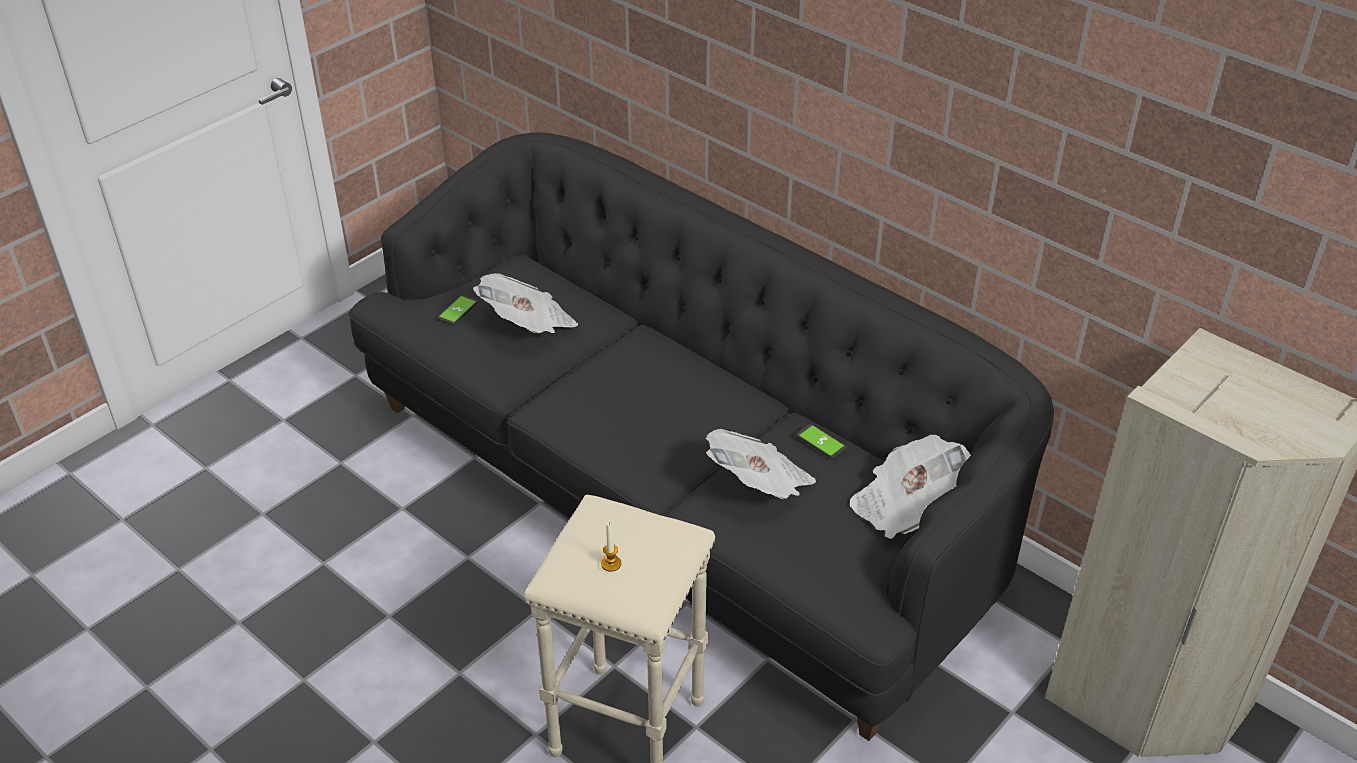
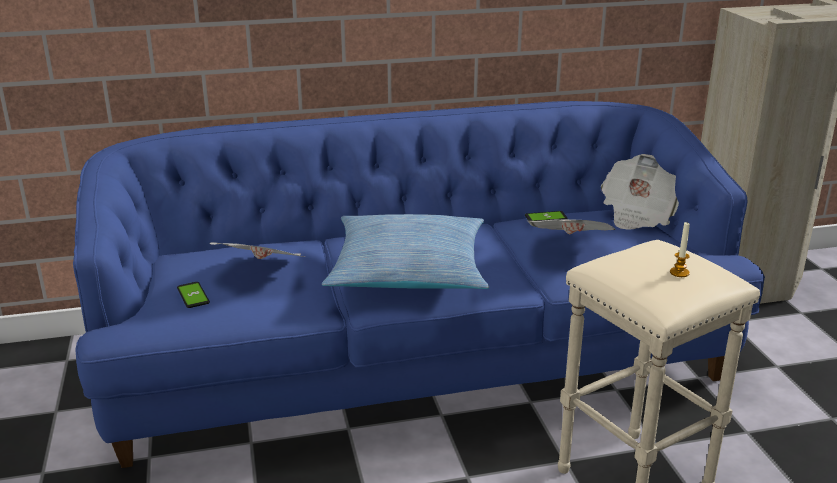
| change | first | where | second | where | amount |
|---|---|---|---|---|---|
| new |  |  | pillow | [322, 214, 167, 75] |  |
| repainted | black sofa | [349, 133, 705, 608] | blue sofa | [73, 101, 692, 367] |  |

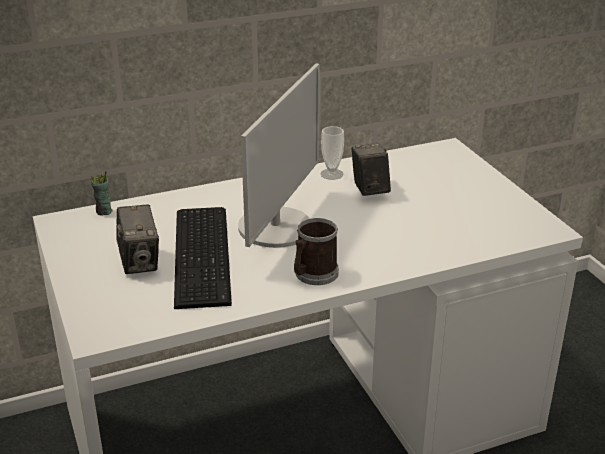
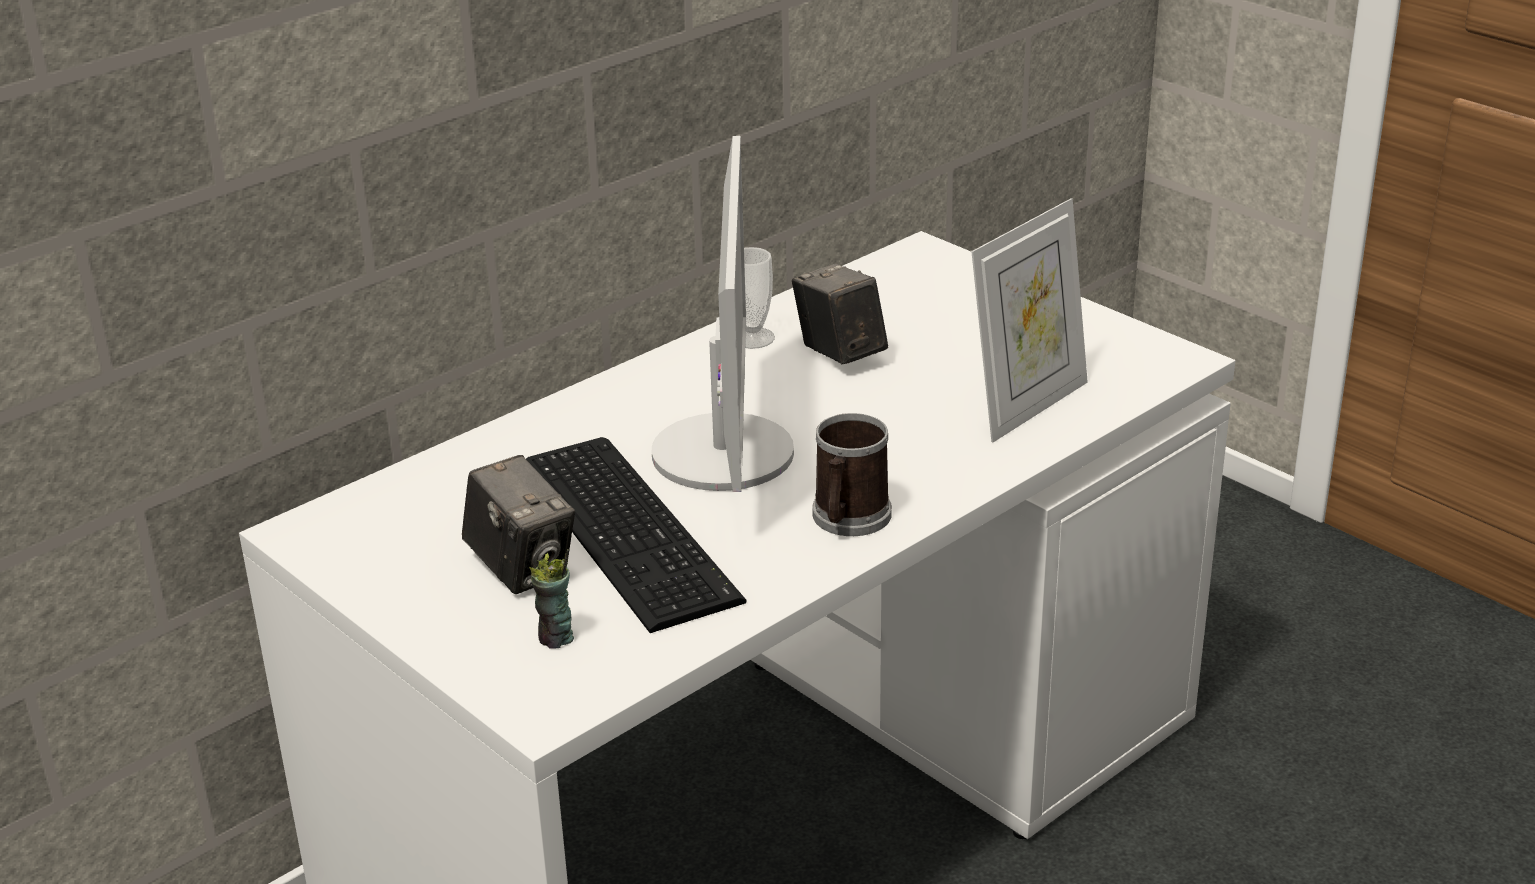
| change | first | where | second | where | amount |
|---|---|---|---|---|---|
| new |  |  | picture frame | [971, 198, 117, 244] |  |
| shifted | cup | [91, 171, 21, 45] |  | [529, 549, 45, 100] |  |

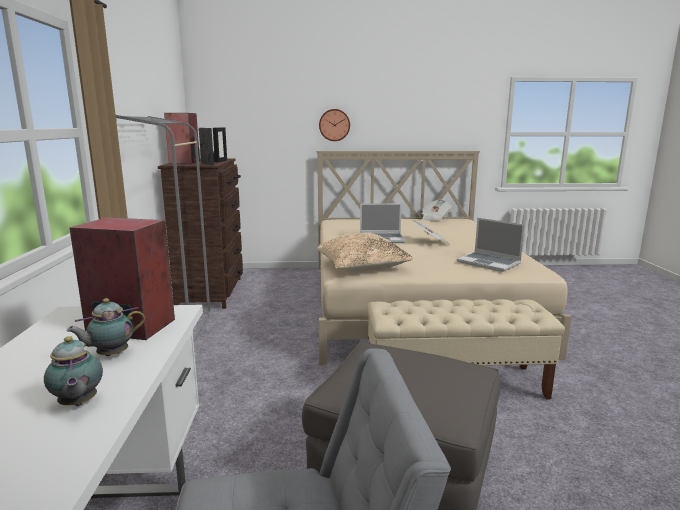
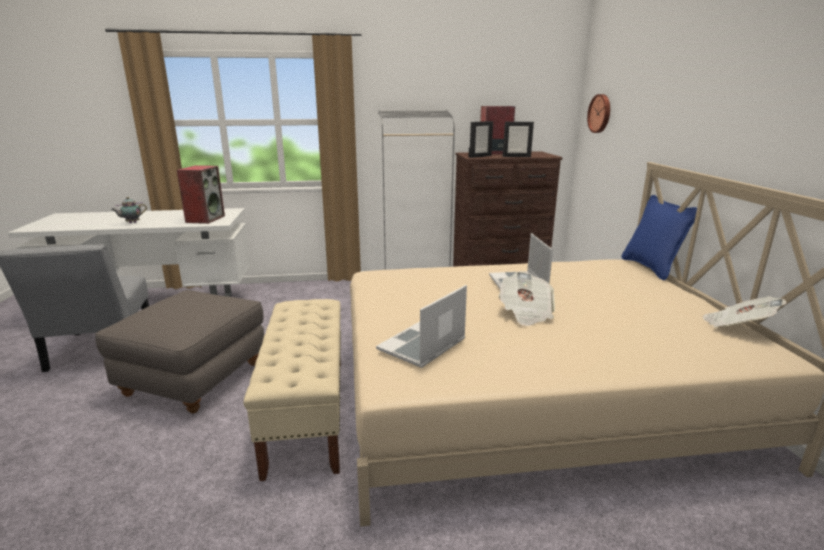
| change | first | where | second | where | amount |
|---|---|---|---|---|---|
| gone | teapot | [66, 298, 79, 58] |  |  |  |
| gone | beige pillow | [317, 232, 96, 39] |  |  |  |
| new |  |  | blue pillow | [621, 195, 76, 85] |  |
| shifted | wall clock | [319, 109, 31, 32] |  | [587, 94, 23, 39] |  |

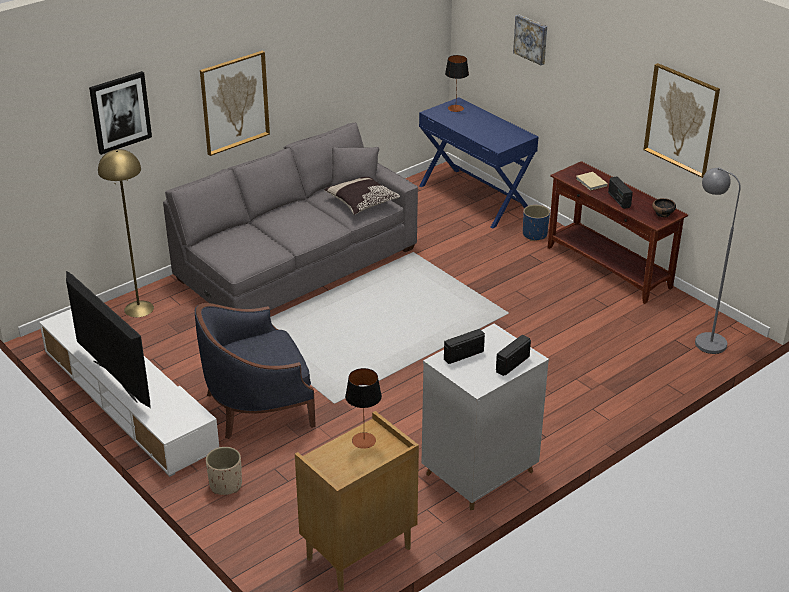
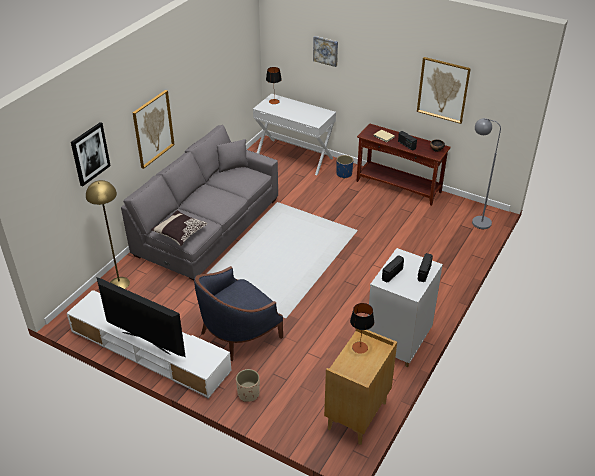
| change | first | where | second | where | amount |
|---|---|---|---|---|---|
| shifted | pillow | [324, 177, 76, 38] |  | [151, 210, 57, 36] |  |
| repainted | blue console table | [419, 97, 119, 132] | white console table | [253, 93, 83, 82] |  |

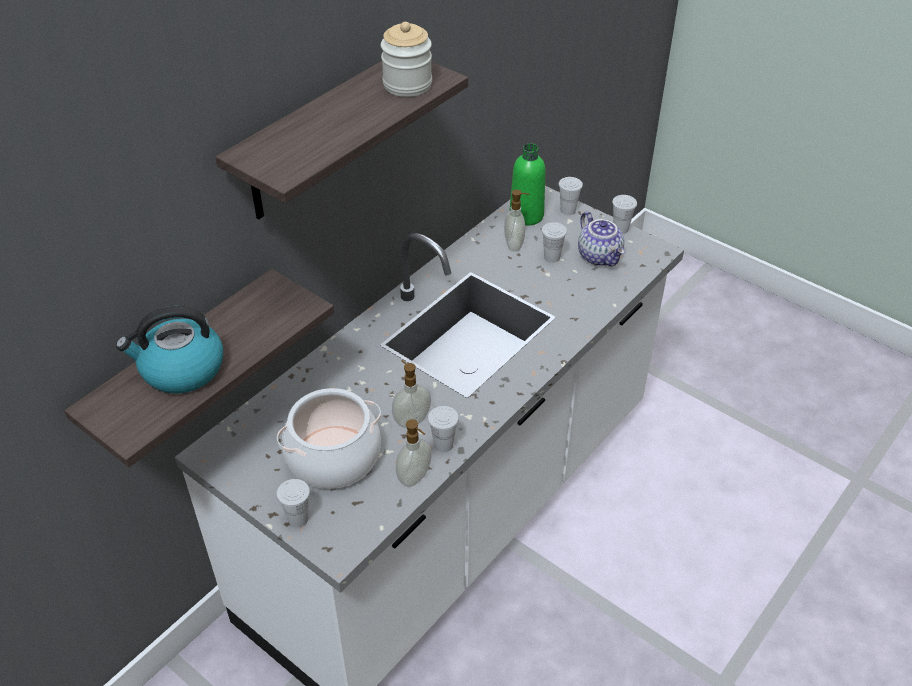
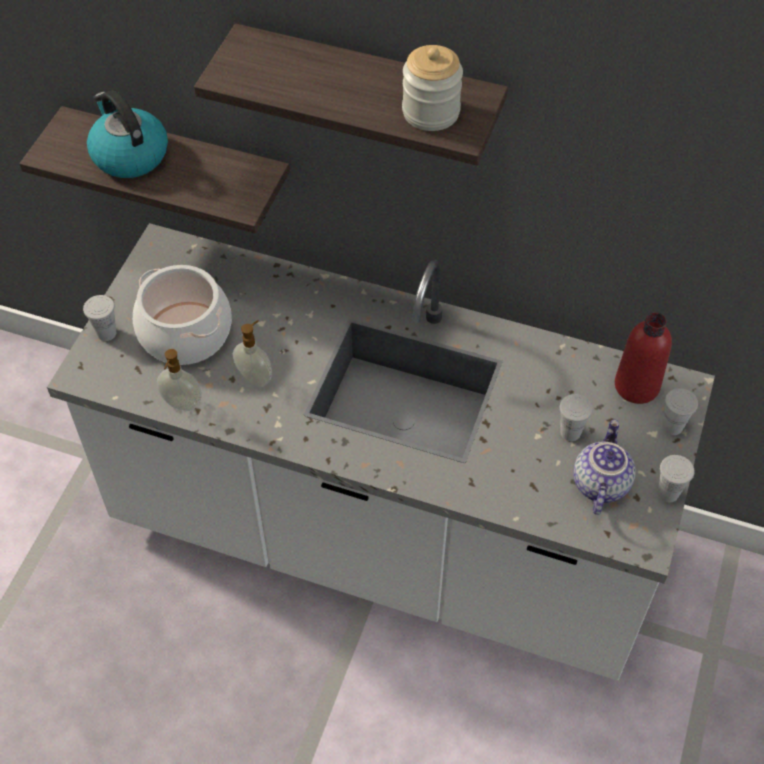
| change | first | where | second | where | amount |
|---|---|---|---|---|---|
| gone | white cup | [428, 406, 31, 46] |  |  |  |
| gone | soap dispenser | [504, 190, 25, 61] |  |  |  |
| repainted | green bottle | [509, 143, 37, 83] | red bottle | [615, 313, 57, 91] |  |
| rotated | teapot | [578, 211, 47, 55] |  | [573, 419, 63, 96] | 150 degrees clockwise |

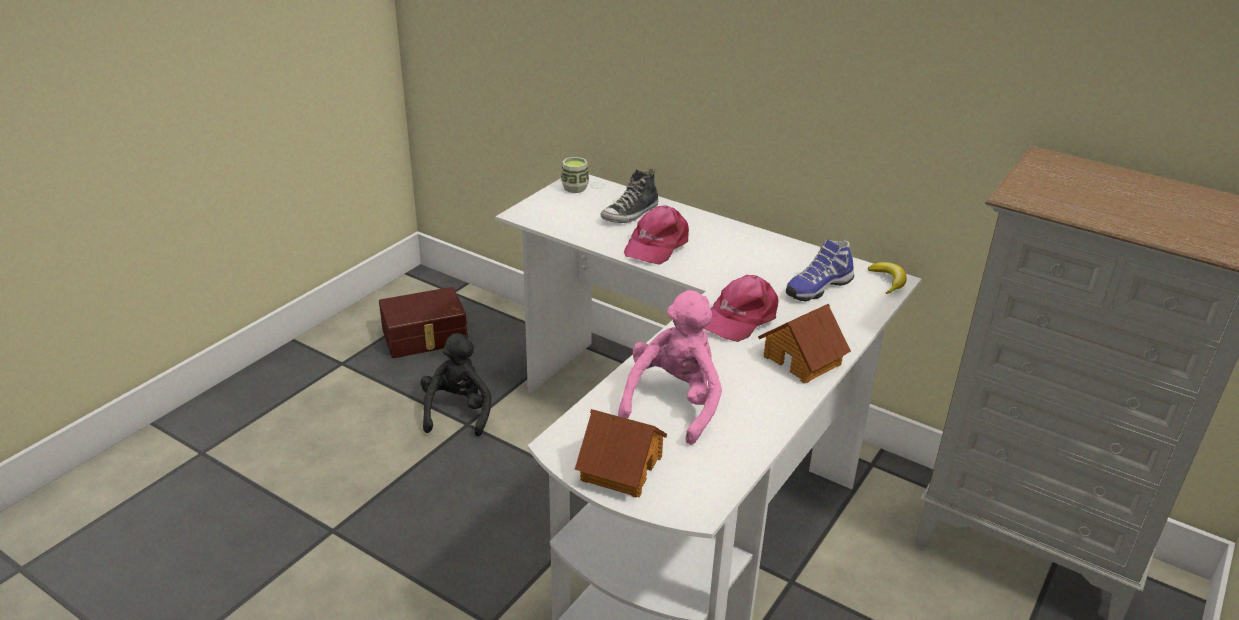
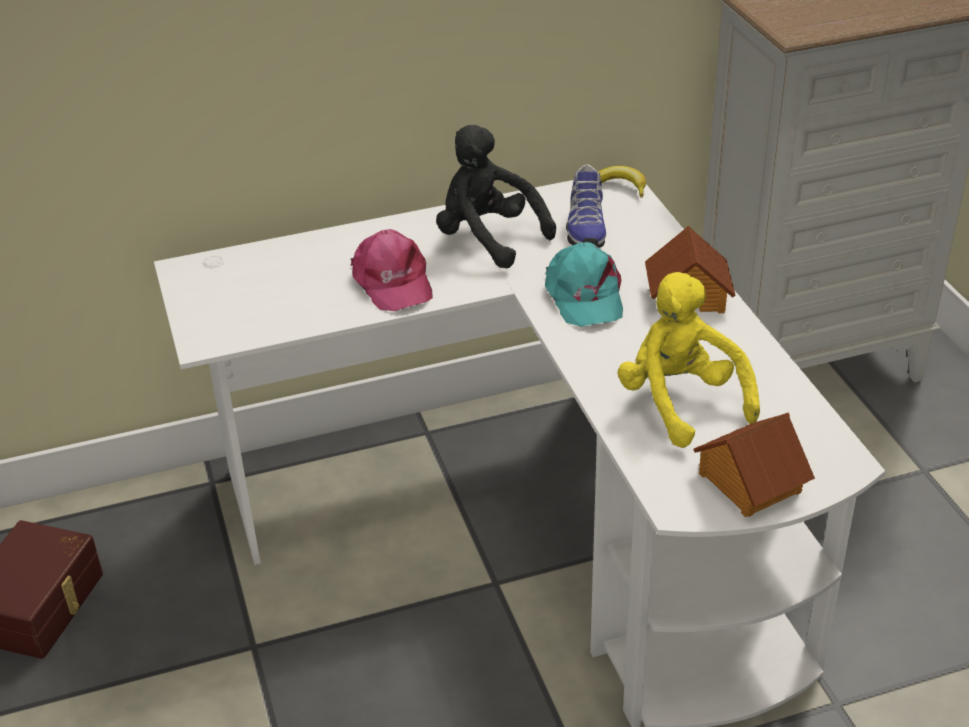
| change | first | where | second | where | amount |
|---|---|---|---|---|---|
| gone | cup | [561, 157, 28, 36] |  |  |  |
| gone | shoe | [600, 168, 59, 55] |  |  |  |
| shifted | black plush toy | [421, 333, 70, 103] |  | [436, 125, 120, 143] |  |
| repainted | pink plush toy | [618, 290, 104, 155] | yellow plush toy | [617, 272, 143, 176] |  |
| repainted | pink cap | [703, 275, 76, 67] | turquoise cap | [545, 242, 78, 84] |  |

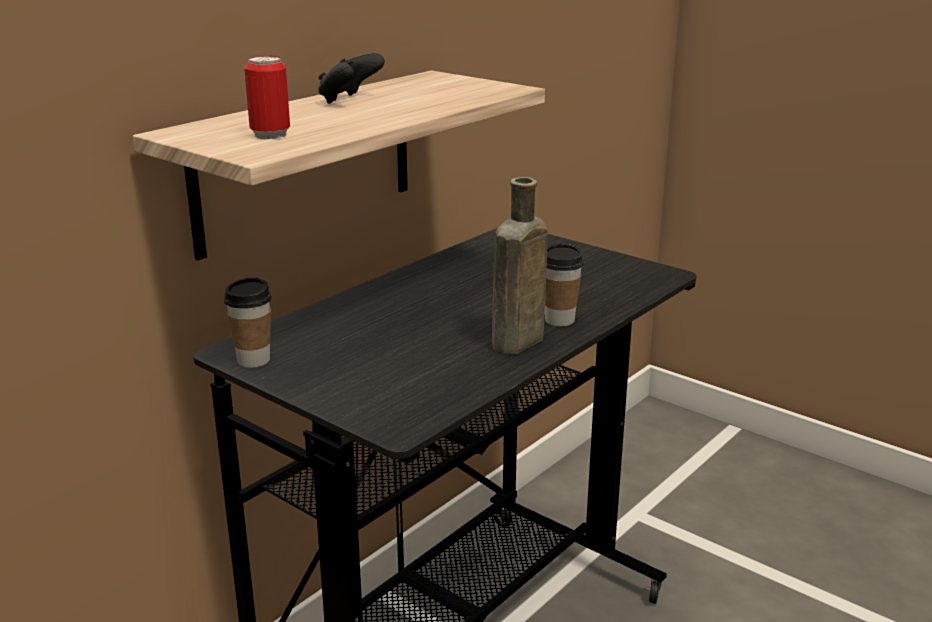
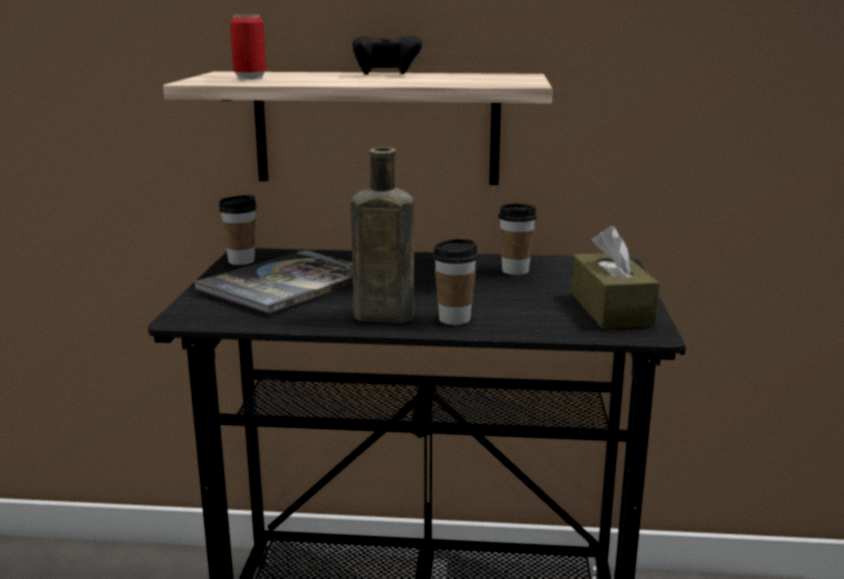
| change | first | where | second | where | amount |
|---|---|---|---|---|---|
| new |  |  | book | [193, 250, 160, 64] |  |
| new |  |  | cup | [498, 204, 39, 71] |  |
| new |  |  | brown tissue box | [571, 226, 89, 103] |  |

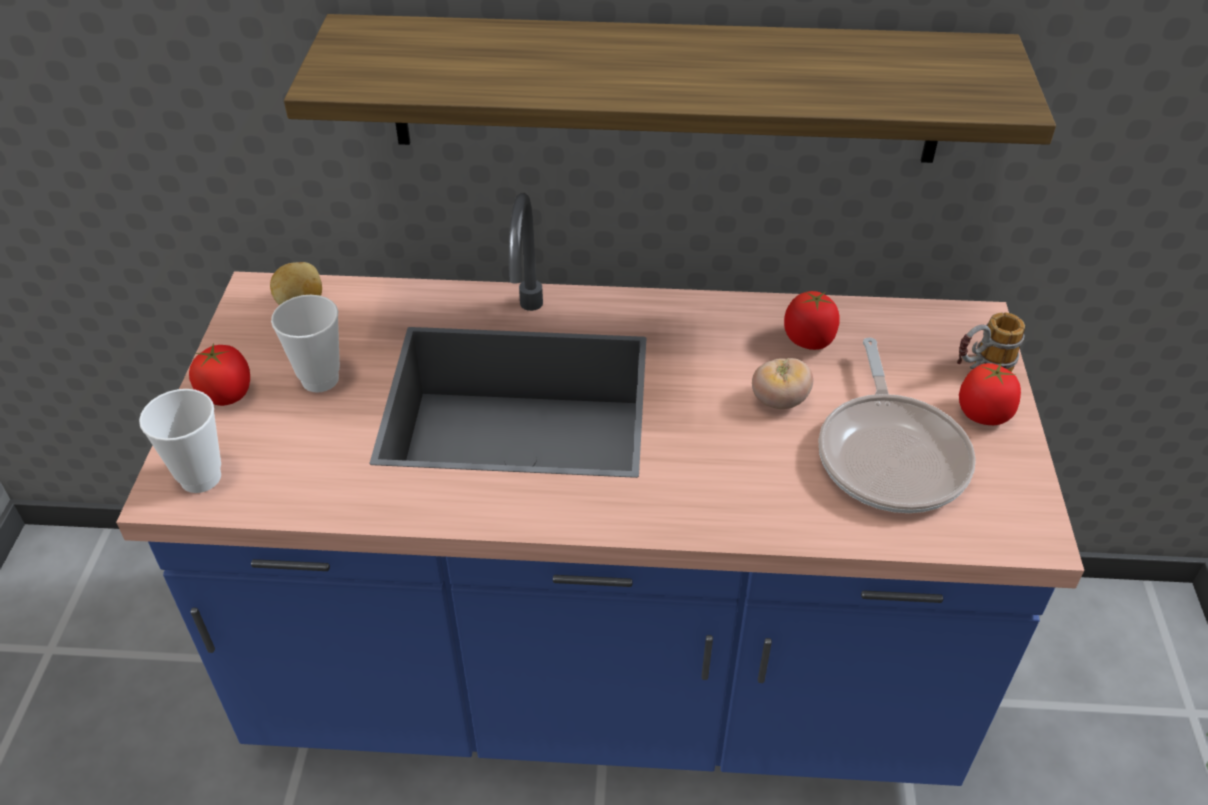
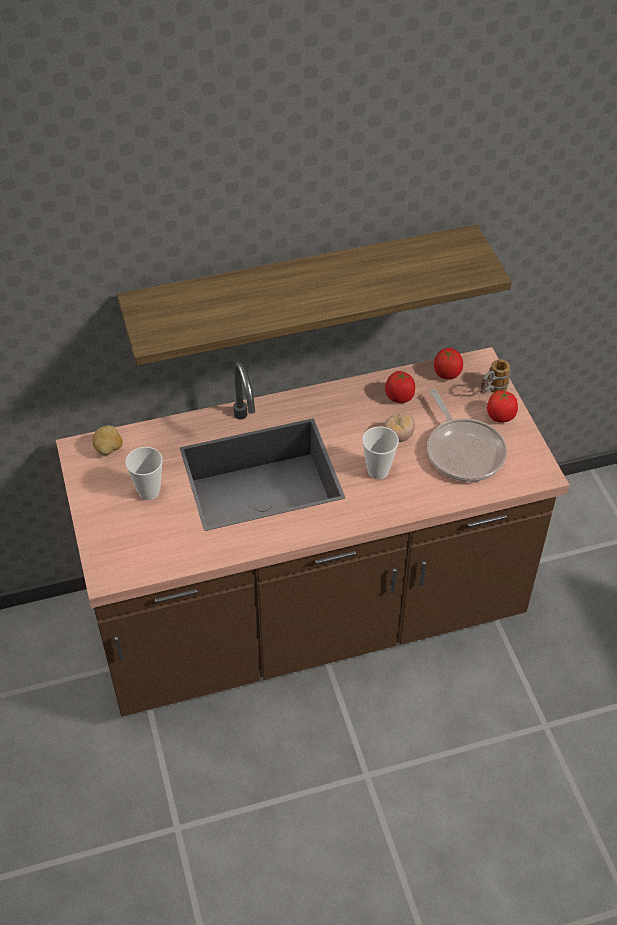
| change | first | where | second | where | amount |
|---|---|---|---|---|---|
| shifted | cup | [139, 389, 82, 104] |  | [362, 426, 37, 53] |  |
| shifted | tomato | [189, 344, 61, 62] |  | [434, 348, 29, 31] |  |
| repainted | blue counter | [116, 193, 968, 593] | brown counter | [56, 347, 513, 369] |  |

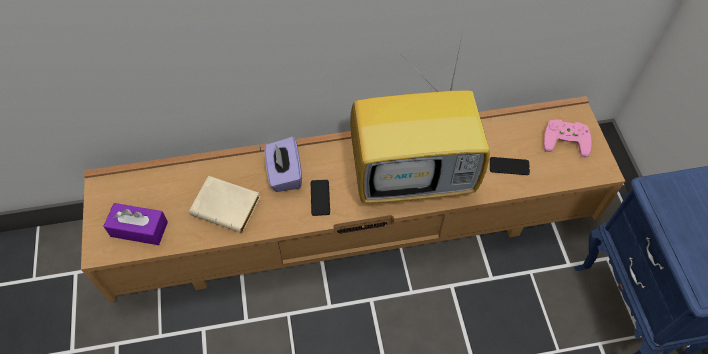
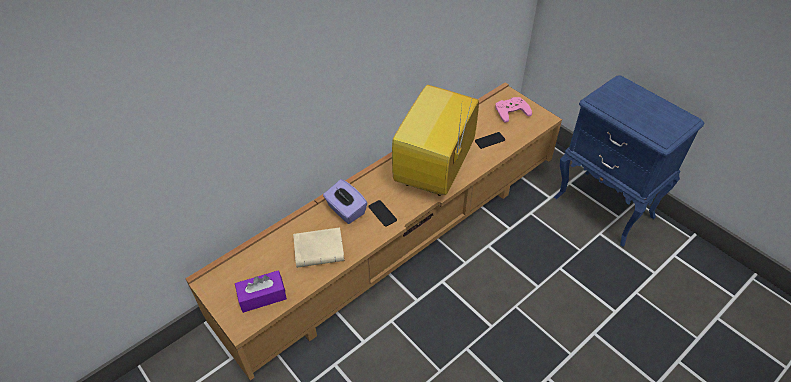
| change | first | where | second | where | amount |
|---|---|---|---|---|---|
| rotated | television | [350, 37, 140, 166] |  | [392, 85, 87, 111] | 150 degrees clockwise |

